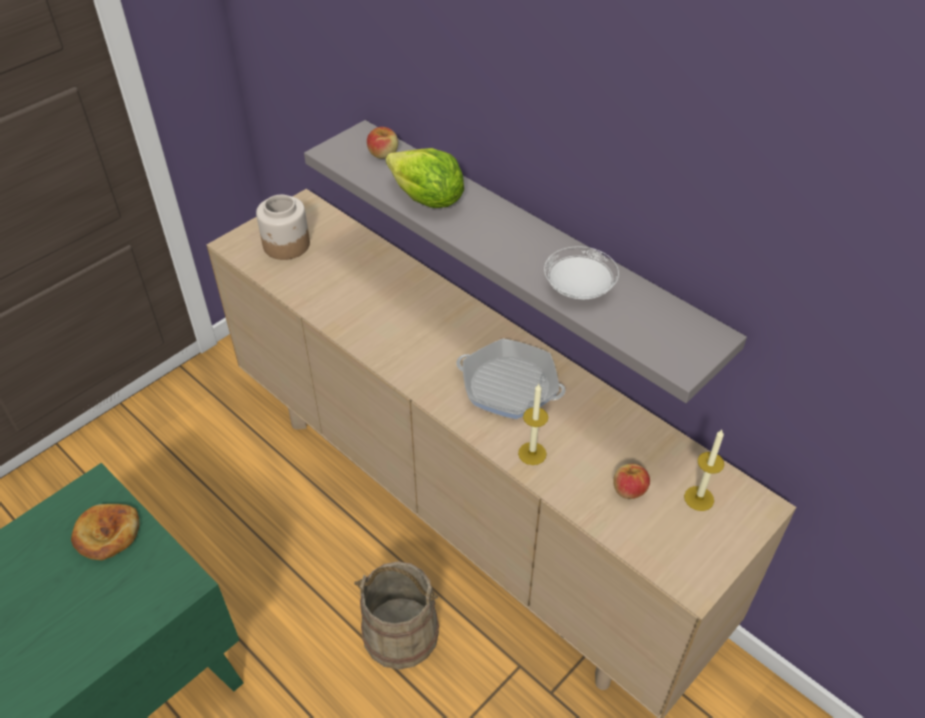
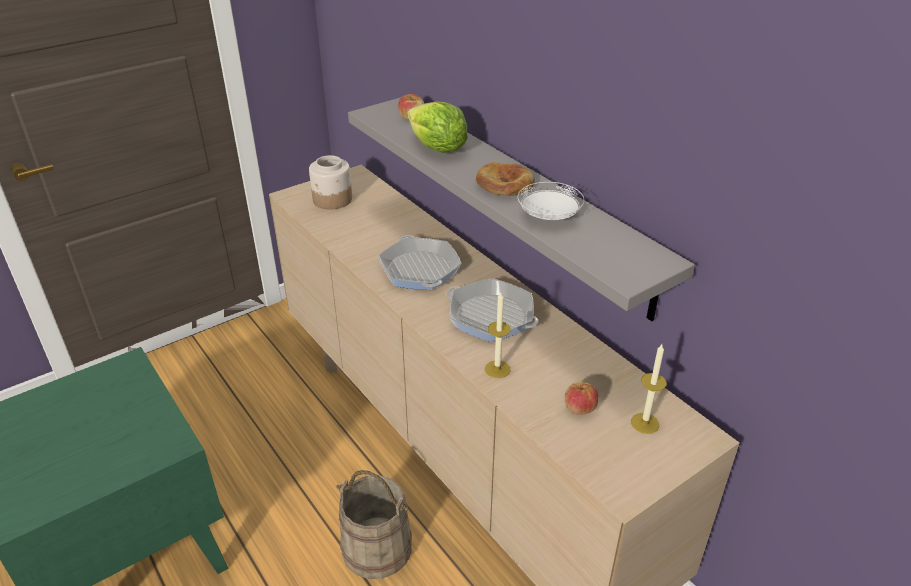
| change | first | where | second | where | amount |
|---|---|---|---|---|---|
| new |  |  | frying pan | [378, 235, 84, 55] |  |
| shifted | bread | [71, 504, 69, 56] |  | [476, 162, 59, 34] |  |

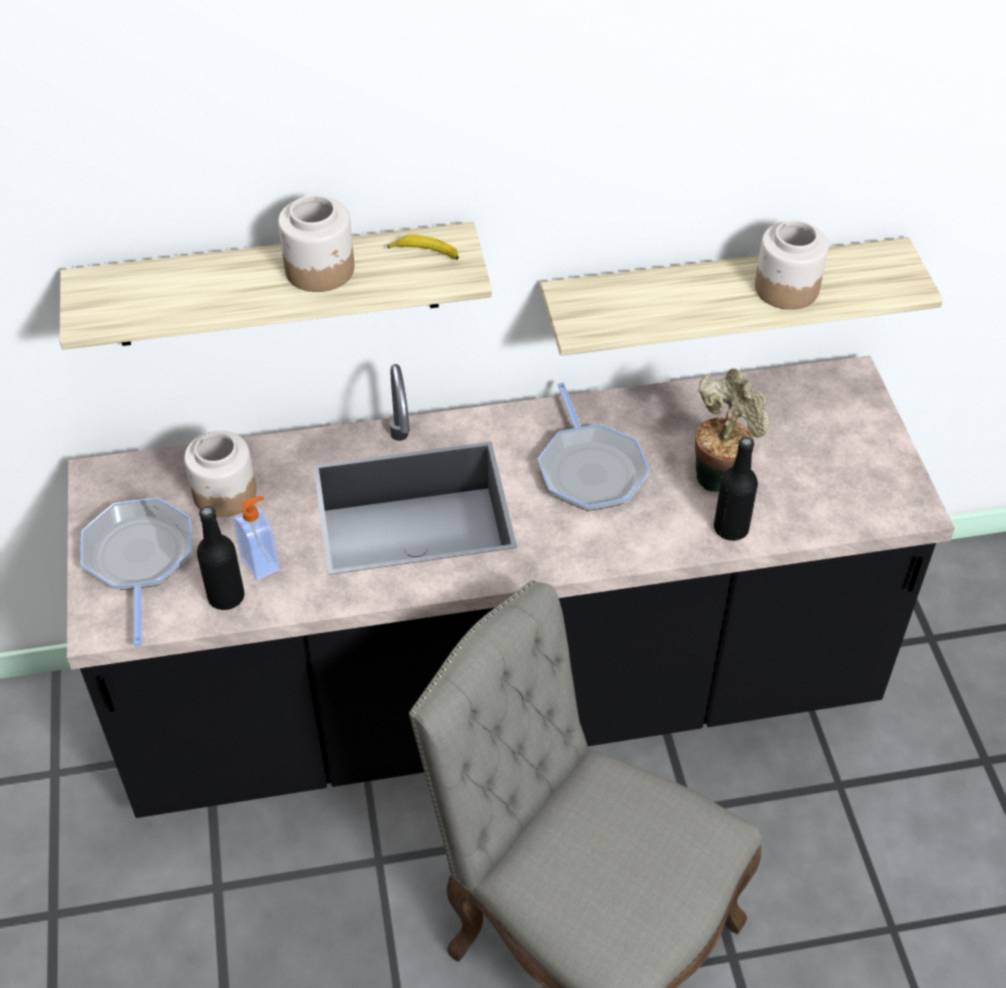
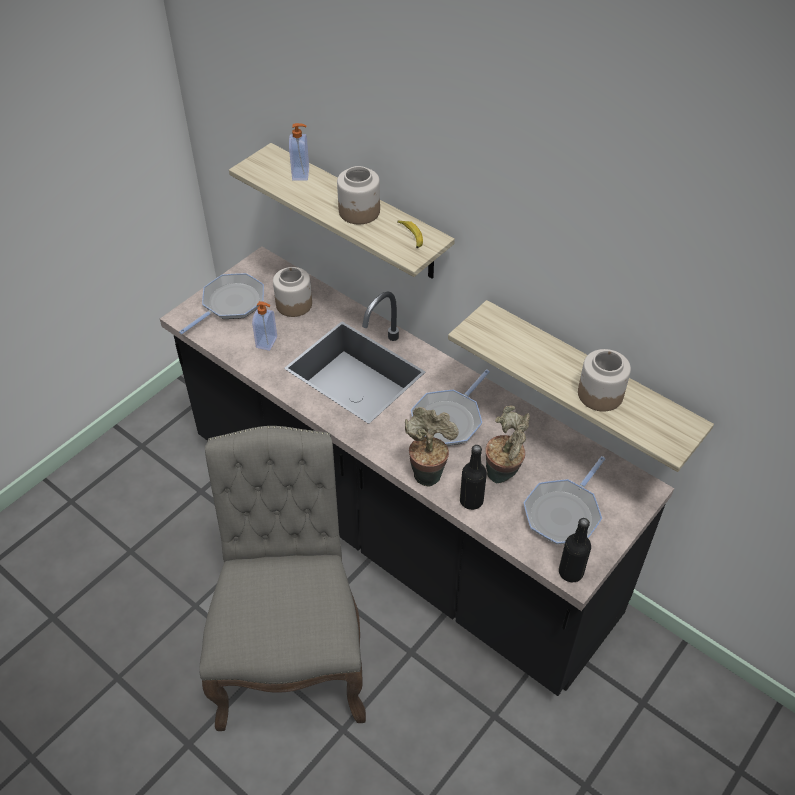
| change | first | where | second | where | amount |
|---|---|---|---|---|---|
| new |  |  | soap dispenser | [289, 123, 20, 58] |  |
| new |  |  | potted plant | [405, 407, 54, 80] |  |
| new |  |  | frying pan | [523, 456, 82, 89] |  |
| shifted | black bottle | [197, 506, 48, 104] |  | [559, 518, 32, 64] |  |

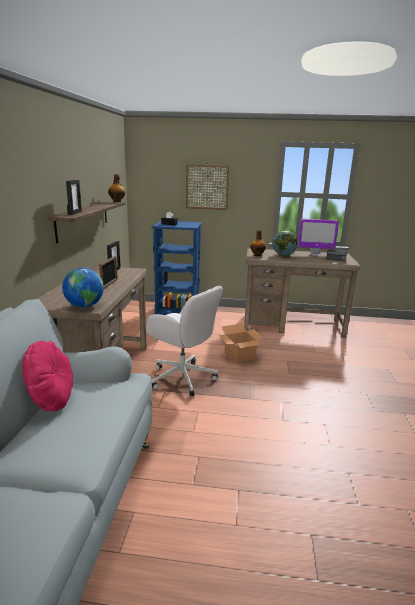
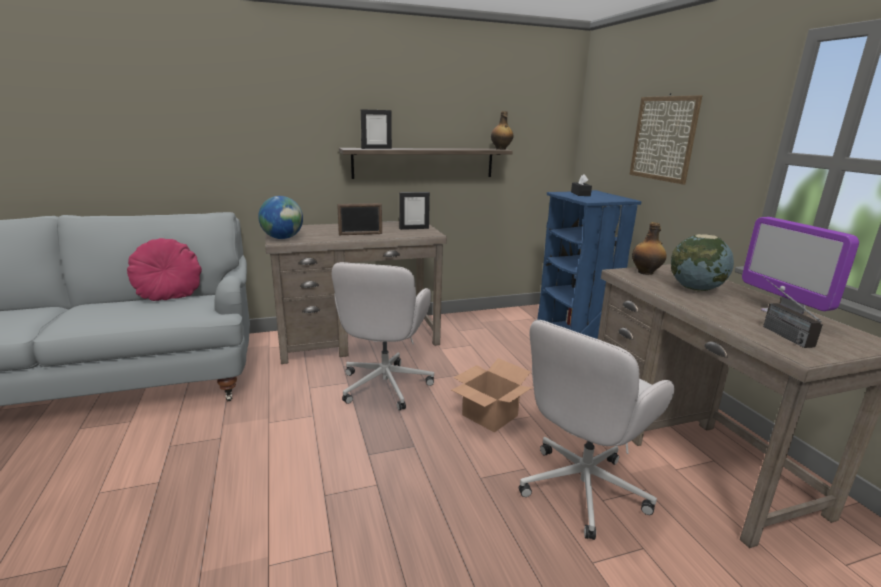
| change | first | where | second | where | amount |
|---|---|---|---|---|---|
| new |  |  | white office chair | [519, 320, 155, 220] |  |

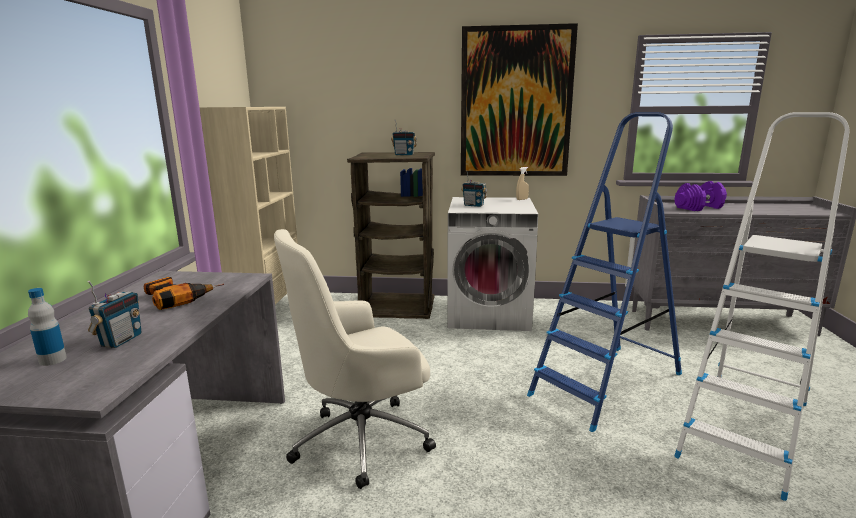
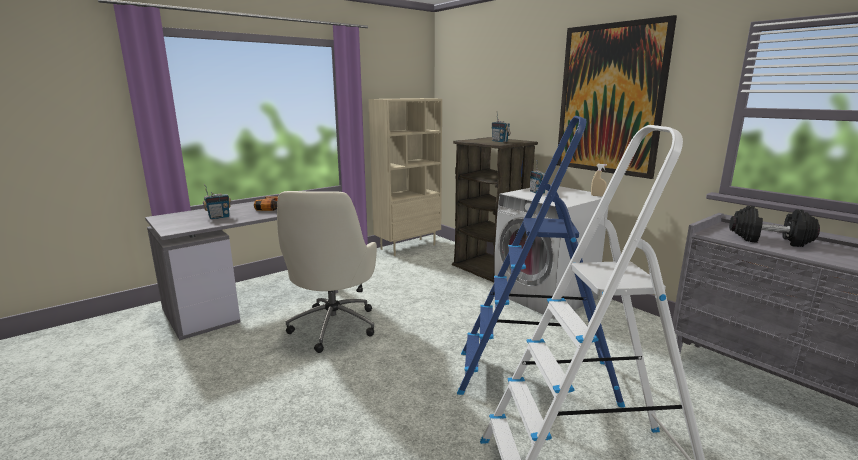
| change | first | where | second | where | amount |
|---|---|---|---|---|---|
| gone | bottle | [28, 288, 39, 78] |  |  |  |
| repainted | purple dumbbell | [674, 181, 53, 30] | black dumbbell | [729, 206, 91, 41] |  |
| rotated | beige office chair | [274, 229, 162, 260] |  | [277, 191, 100, 162] | 105 degrees counterclockwise |

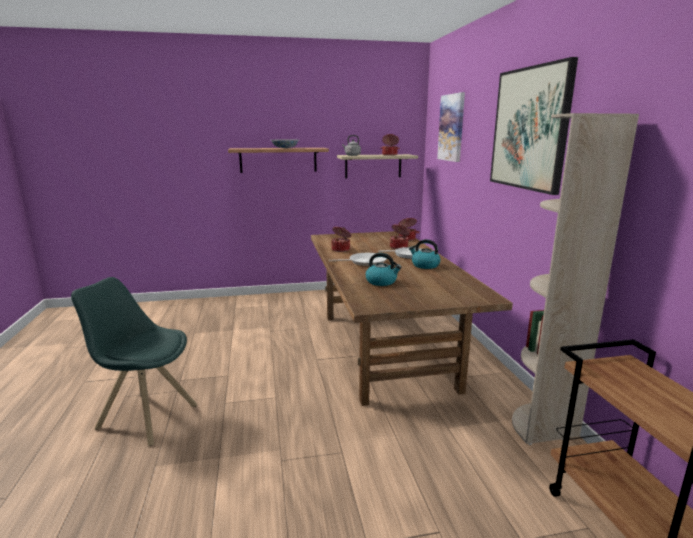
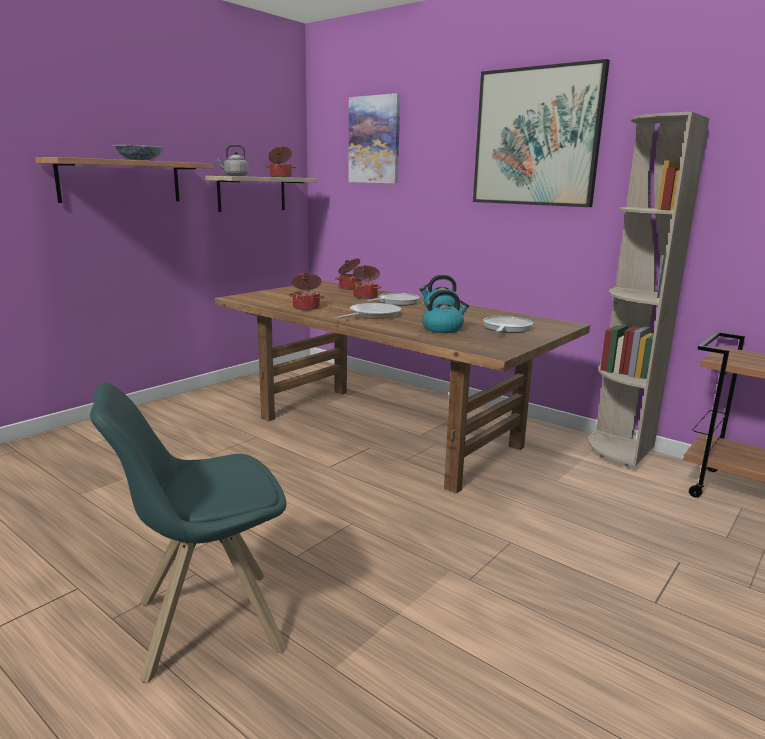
| change | first | where | second | where | amount |
|---|---|---|---|---|---|
| new |  |  | frying pan | [483, 316, 50, 17] |  |

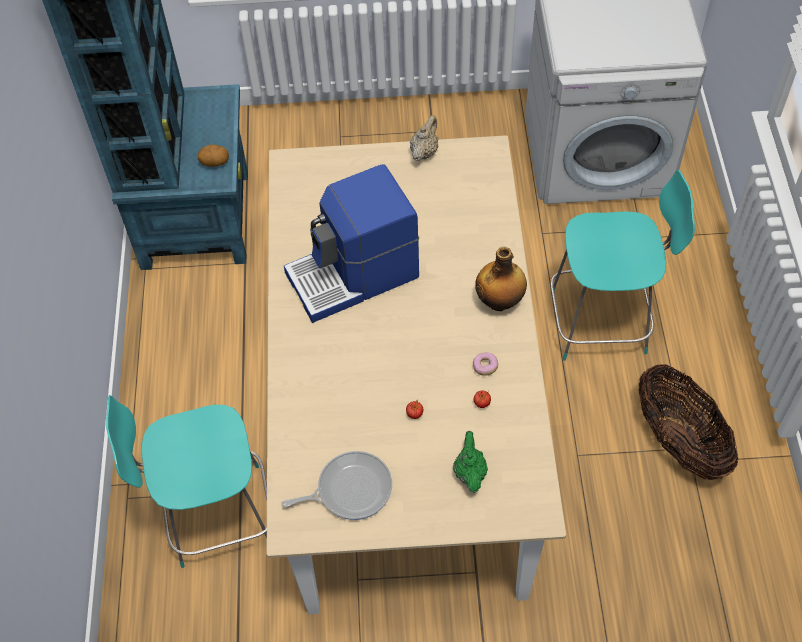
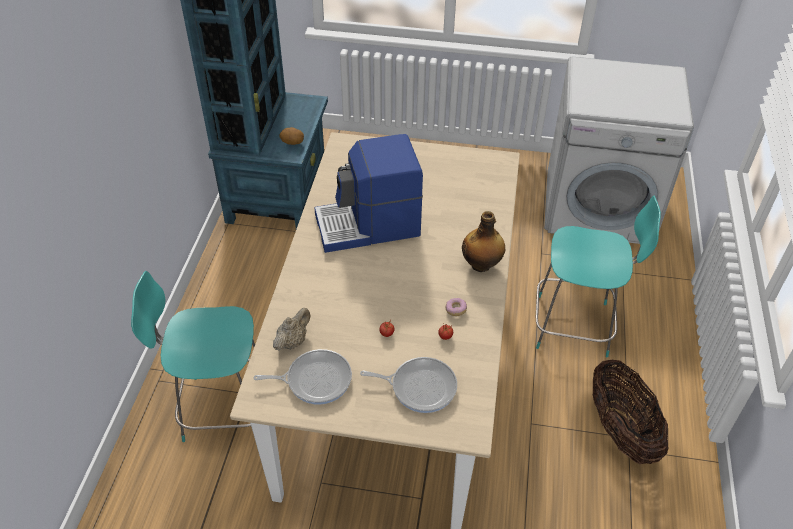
| change | first | where | second | where | amount |
|---|---|---|---|---|---|
| shifted | beige teapot | [410, 115, 29, 46] |  | [273, 308, 37, 43] |  |
| swapped | green teapot | [453, 431, 35, 62] | frying pan | [360, 357, 97, 56] |  |

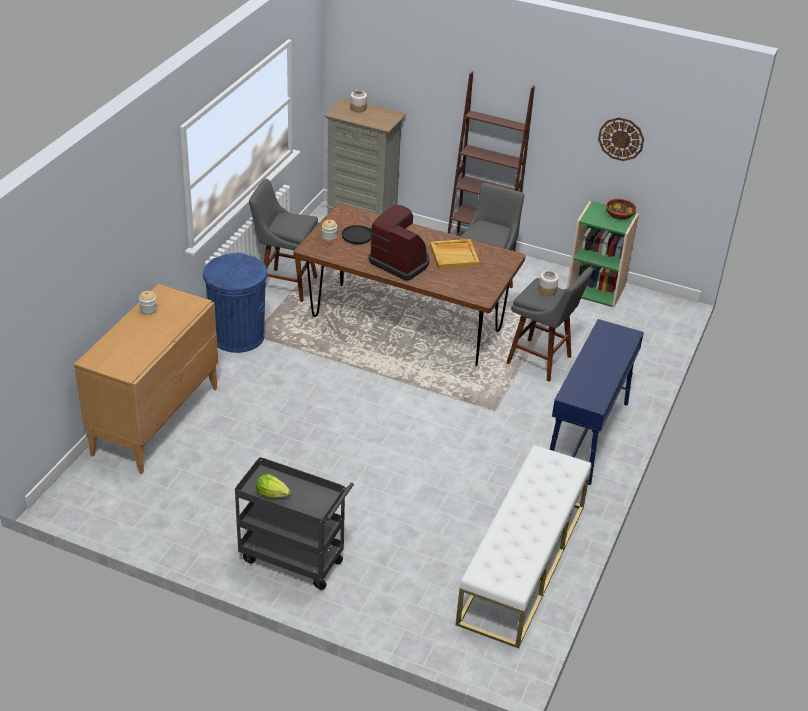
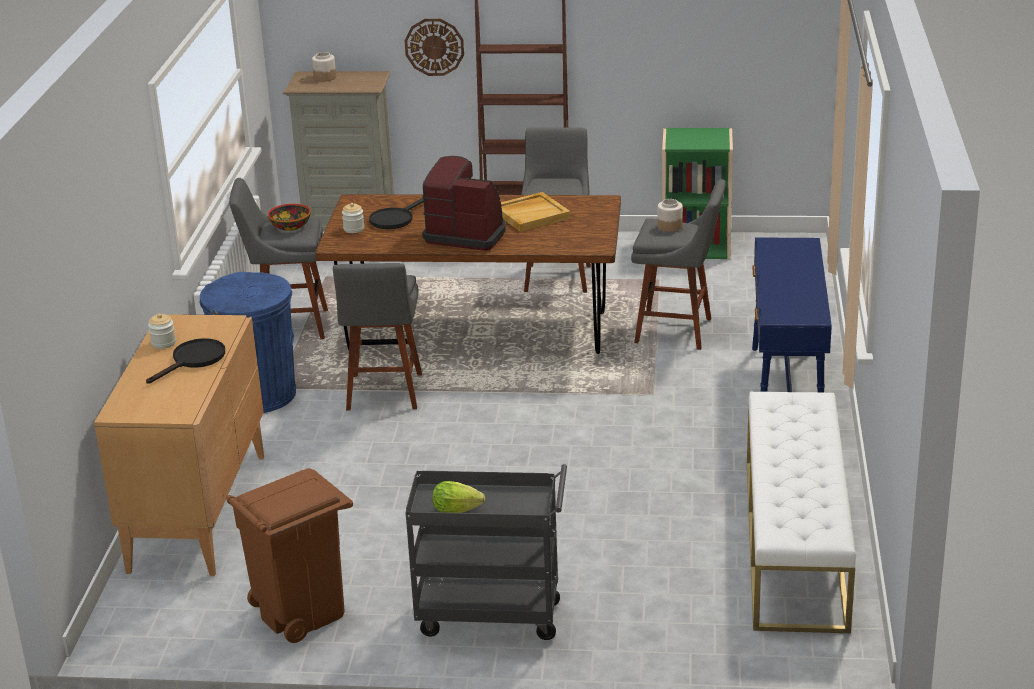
| change | first | where | second | where | amount |
|---|---|---|---|---|---|
| new |  |  | black frying pan | [146, 338, 79, 46] |  |
| new |  |  | brown trash can | [226, 468, 127, 175] |  |
| new |  |  | grey stool | [333, 263, 89, 148] |  |
| shifted | wall clock | [598, 117, 46, 44] |  | [405, 19, 59, 57] |  |
| shifted | bowl | [606, 199, 30, 21] |  | [268, 204, 43, 27] |  |

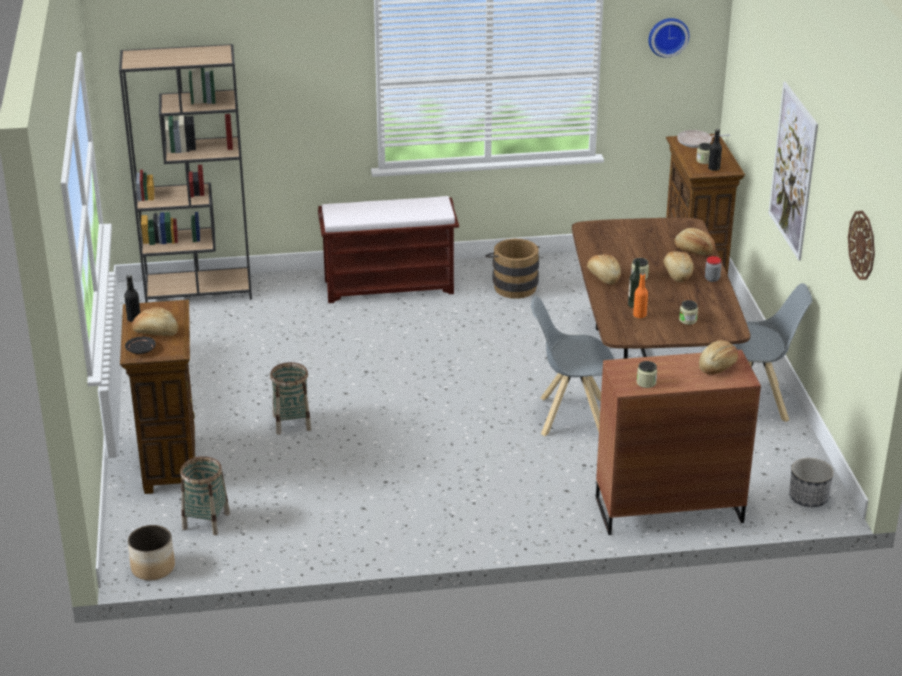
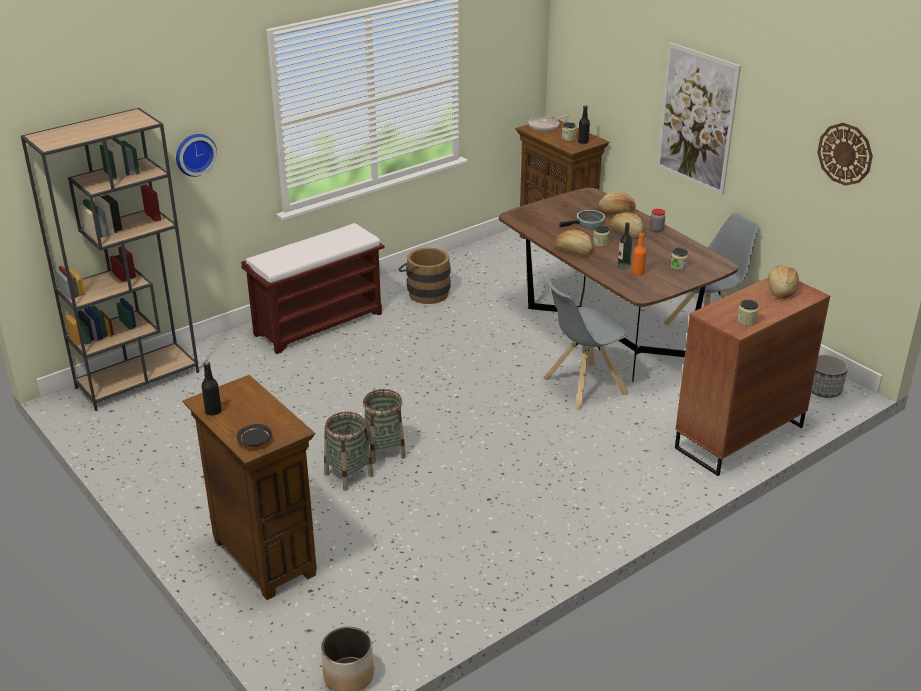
| change | first | where | second | where | amount |
|---|---|---|---|---|---|
| gone | bread | [132, 307, 46, 29] |  |  |  |
| new |  |  | frying pan | [559, 210, 46, 17] |  |
| shifted | basket | [180, 456, 50, 79] |  | [363, 389, 43, 75] |  |
| shifted | wall clock | [649, 18, 41, 40] |  | [176, 134, 41, 43] |  |

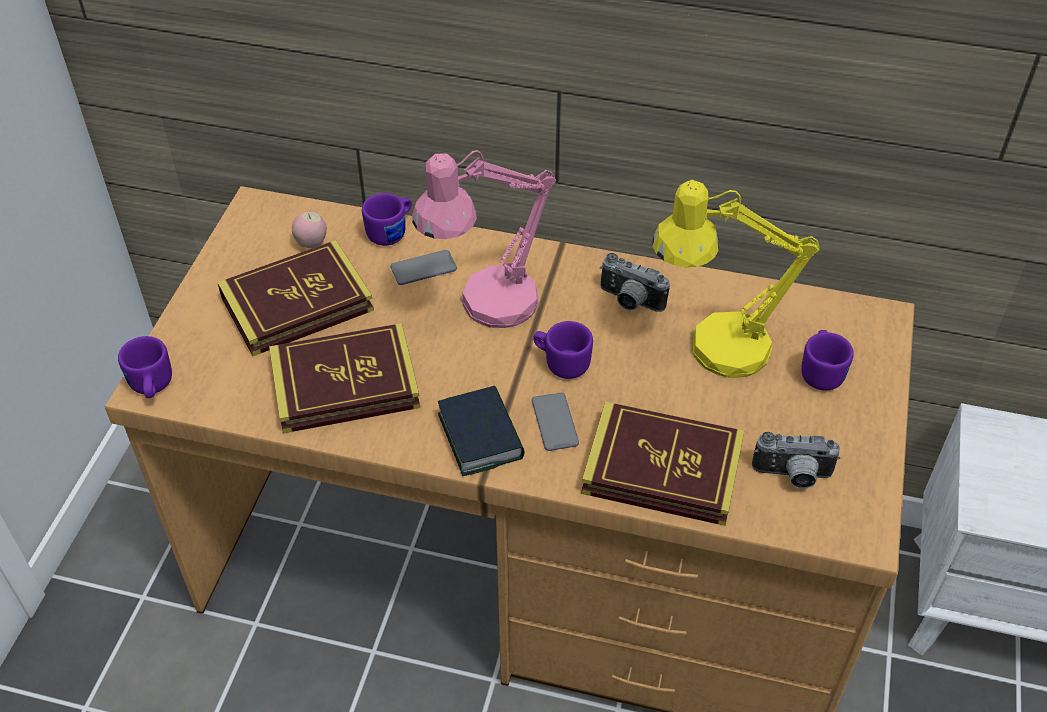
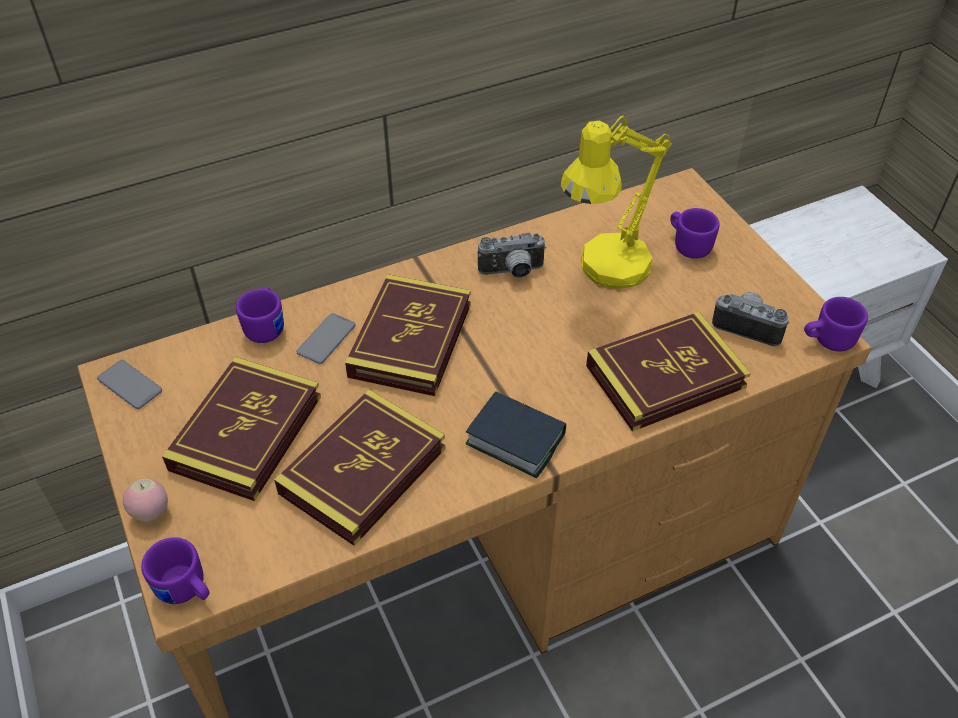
| change | first | where | second | where | amount |
|---|---|---|---|---|---|
| shifted | apple | [292, 212, 35, 36] |  | [123, 478, 45, 45] |  |
| shifted | phone | [532, 392, 47, 59] |  | [97, 360, 65, 49] |  |
| shifted | purple mug | [533, 321, 60, 58] |  | [804, 297, 64, 54] |  |
| swapped | pink table lamp | [412, 150, 144, 178] | book | [345, 274, 126, 122] |  |
| rotated | photo camera | [752, 432, 88, 57] |  | [712, 292, 77, 54] | 120 degrees counterclockwise |

